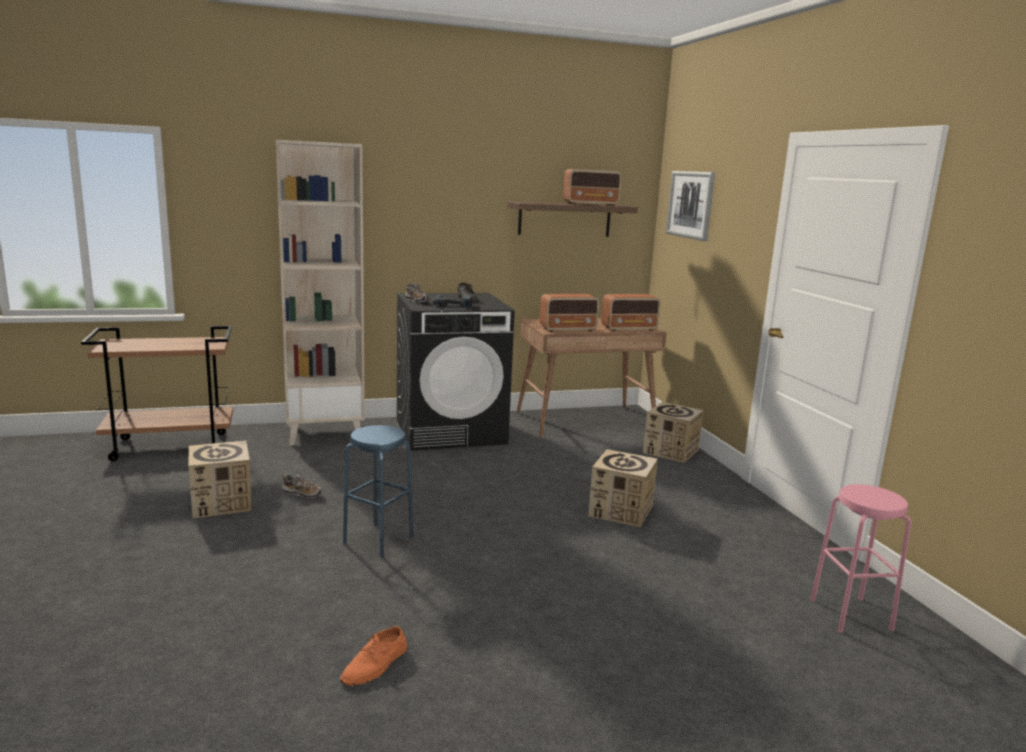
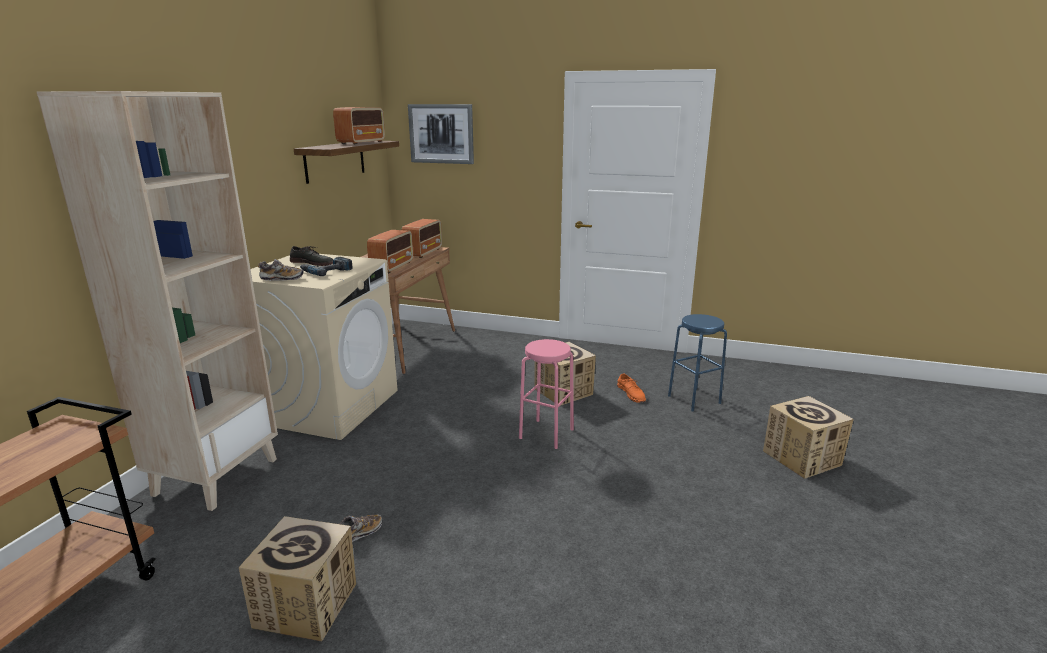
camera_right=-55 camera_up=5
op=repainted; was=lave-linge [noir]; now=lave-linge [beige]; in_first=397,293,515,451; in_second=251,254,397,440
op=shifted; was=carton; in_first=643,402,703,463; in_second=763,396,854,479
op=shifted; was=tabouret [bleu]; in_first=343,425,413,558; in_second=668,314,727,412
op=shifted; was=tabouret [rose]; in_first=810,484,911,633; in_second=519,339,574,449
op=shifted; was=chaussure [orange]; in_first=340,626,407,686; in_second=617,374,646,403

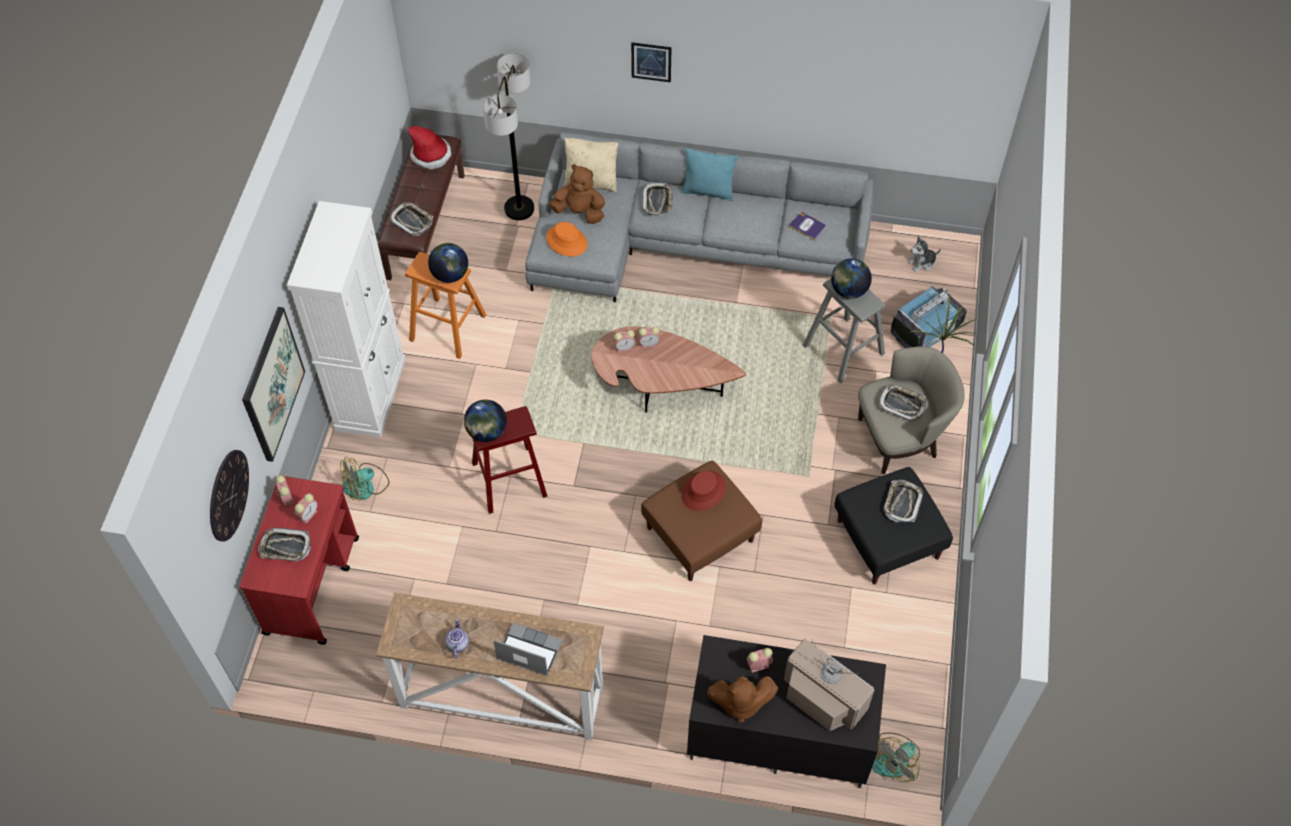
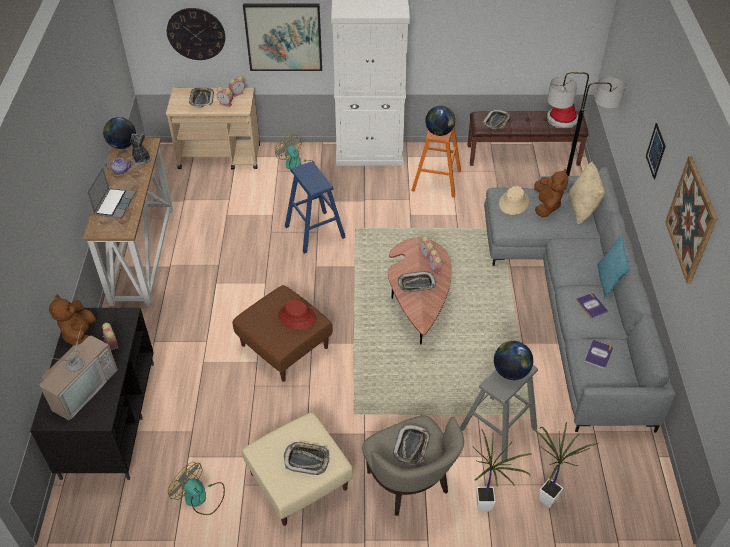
camera_right=80 camera_up=-10
op=shifted; was=plateau; in_first=642,182,673,216; in_second=398,271,437,293
op=repainted; was=chapeau [orange]; now=chapeau [beige]; in_first=546,222,587,257; in_second=499,186,529,215
op=shifted; was=peluche; in_first=908,236,941,272; in_second=130,133,152,166
op=swapped; was=téléviseur; now=plante en pot; in_first=891,286,967,348; in_second=533,422,599,508
op=shifted; was=globe; in_first=464,400,507,442; in_second=103,117,136,149
op=repainted; was=tabouret [rouge]; now=tabouret [bleu]; in_first=472,406,548,514; in_second=285,162,346,254
op=repainted; was=pouf [noir]; now=pouf [beige]; in_first=835,467,953,584; in_second=242,413,353,526
op=repainted; was=chariot [rouge]; now=chariot [beige]; in_first=239,476,359,645; in_second=166,88,260,170
op=shifted; was=ventilateur; in_first=872,732,920,782; in_second=168,462,225,515
op=new; now=tableau; in_second=665,156,717,284
op=new; now=livre; in_second=575,293,608,319

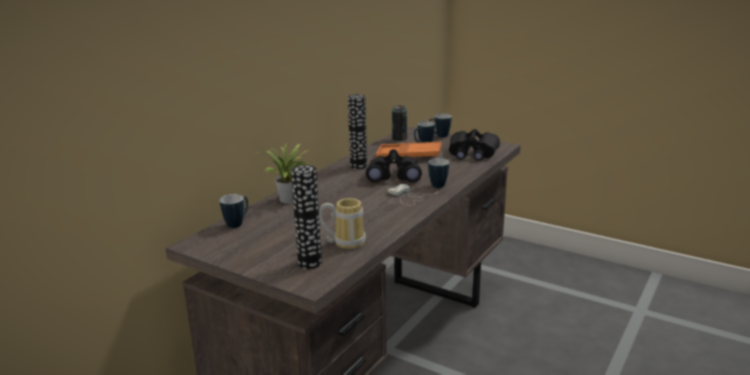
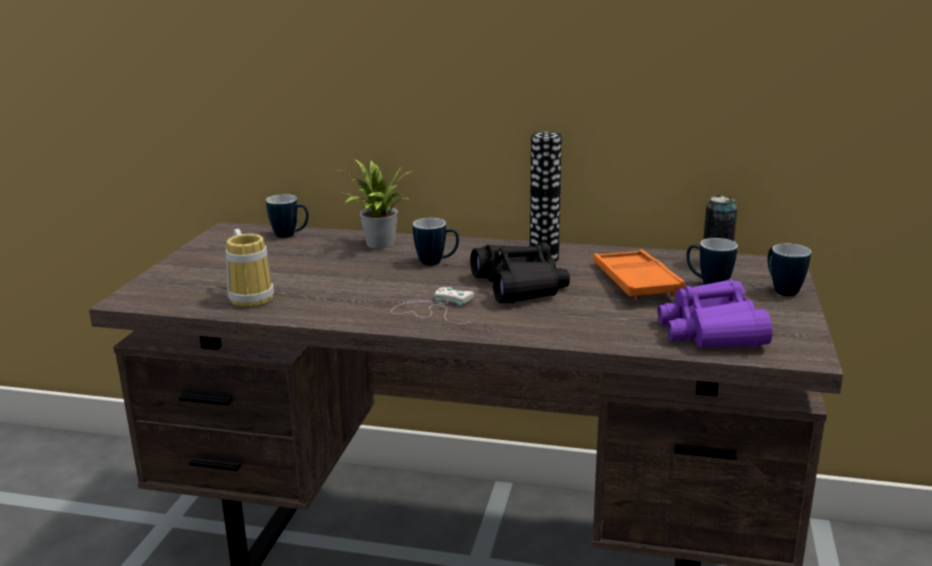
camera_right=70 camera_up=0
op=repainted; was=jumelles [noir]; now=jumelles [violet]; in_first=449,129,500,161; in_second=657,279,773,348
op=shifted; was=mug; in_first=428,158,449,188; in_second=413,218,459,265
op=gone; was=vase; in_first=291,165,322,269

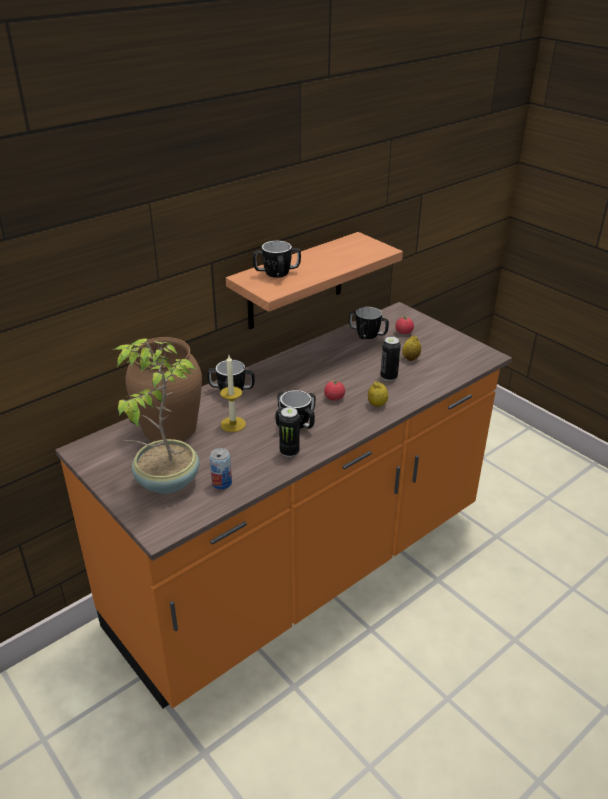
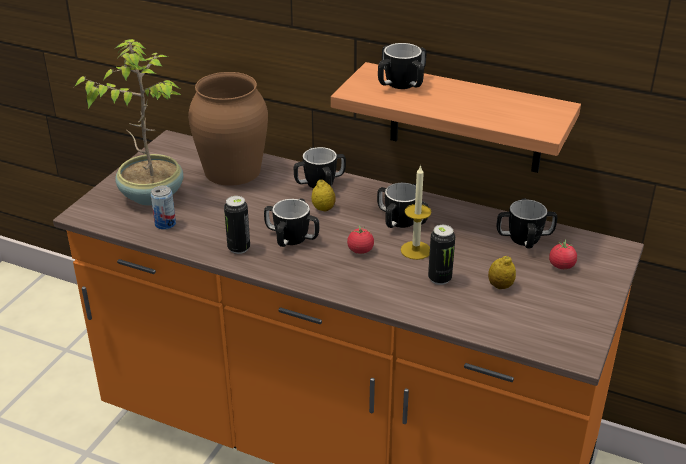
camera_right=65 camera_up=0
op=shifted; was=bougie; in_first=220,355,246,432; in_second=401,165,432,260
op=shifted; was=citron; in_first=368,381,388,406; in_second=312,180,336,211
op=new; now=mug; in_second=377,183,429,228

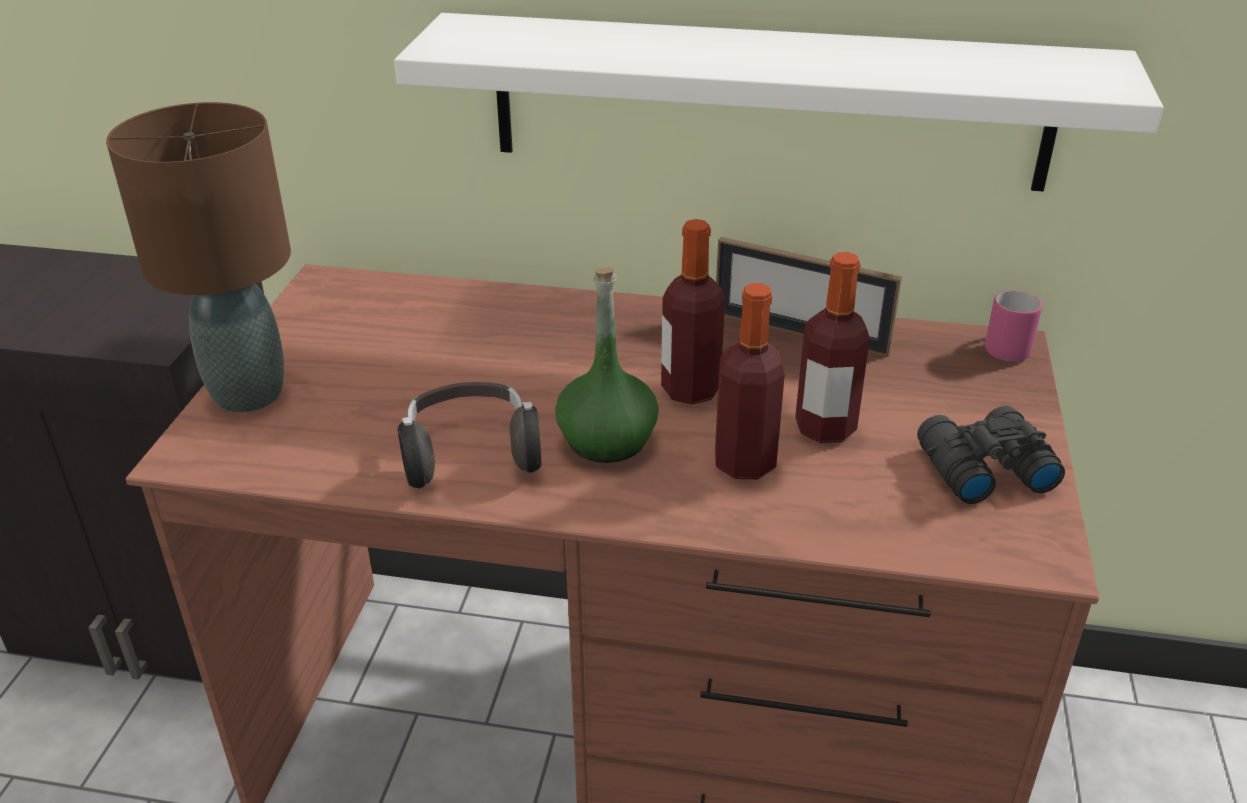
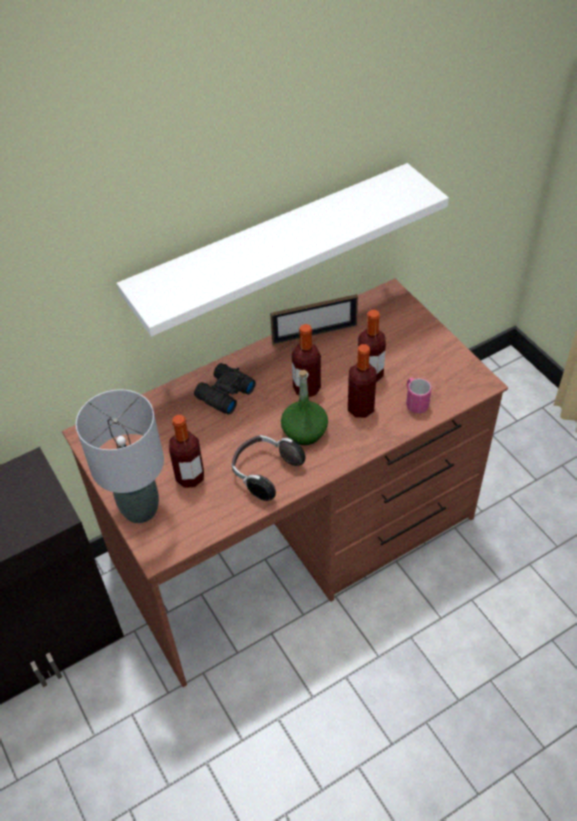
camera_right=-40 camera_up=15
op=repainted; was=lampe de table [marron]; now=lampe de table [gris]; in_first=106,102,291,412; in_second=76,389,164,523
op=shifted; was=mug [rose]; in_first=985,290,1042,362; in_second=406,378,431,413
op=shifted; was=jumelles [noir]; in_first=917,406,1065,504; in_second=194,363,256,415
op=new; now=bouteille; in_second=169,415,204,488

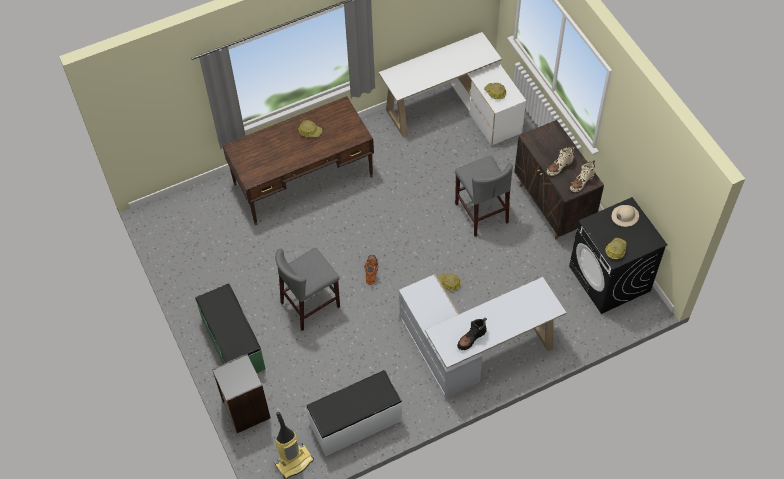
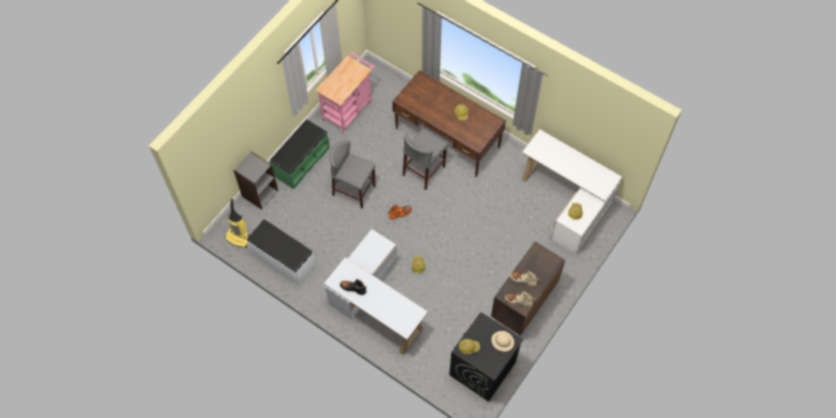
camera_right=60 camera_up=5
op=shifted; was=tabouret [gris]; in_first=455,155,513,237; in_second=403,128,448,190
op=new; now=chariot [rose]; in_second=316,53,375,134

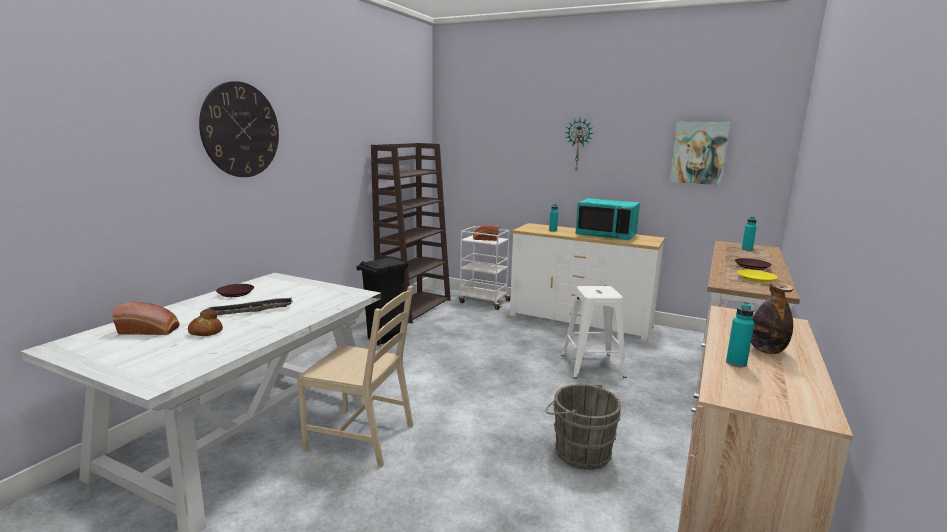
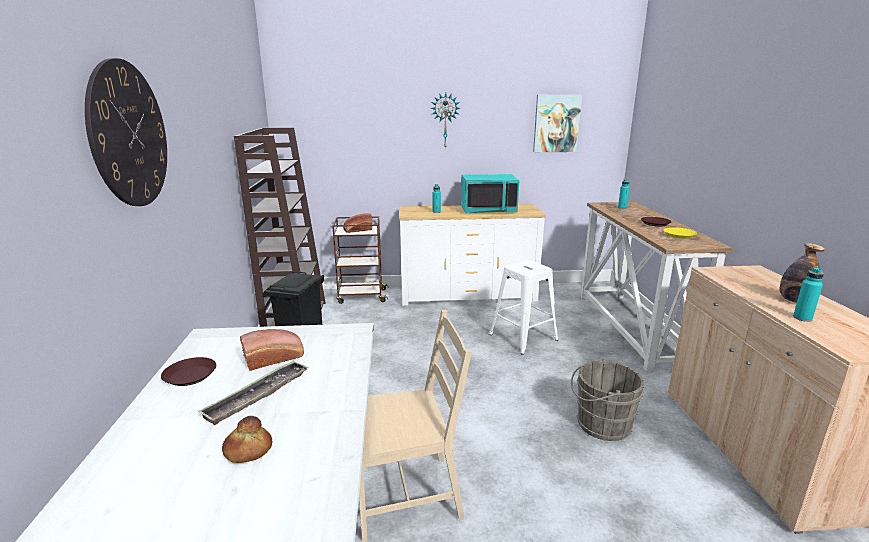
camera_right=-30 camera_up=5
op=repainted; was=chariot [blanc]; now=chariot [marron]; in_first=459,226,510,310; in_second=332,216,388,304
op=shifted; was=pain; in_first=112,302,179,335; in_second=240,329,304,371

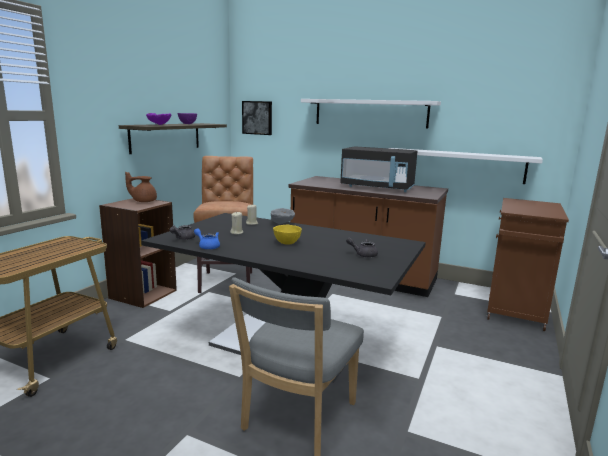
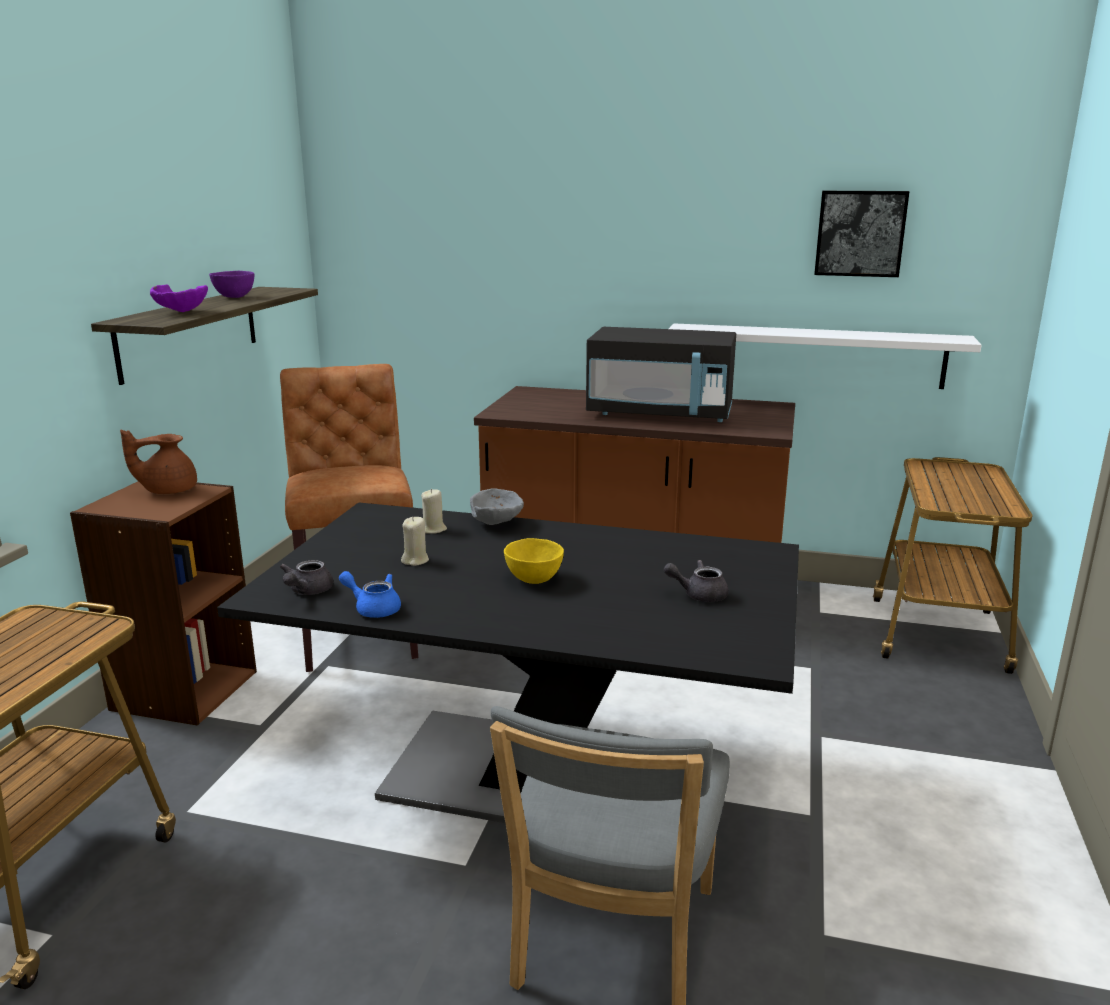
camera_right=-10 camera_up=5
op=gone; was=étagère [blanc]; in_first=301,99,441,128
op=shifted; was=tableau; in_first=242,101,272,135; in_second=814,191,910,277
op=swapped; was=meuble de rangement [marron]; now=chariot; in_first=487,198,569,331; in_second=873,457,1033,674

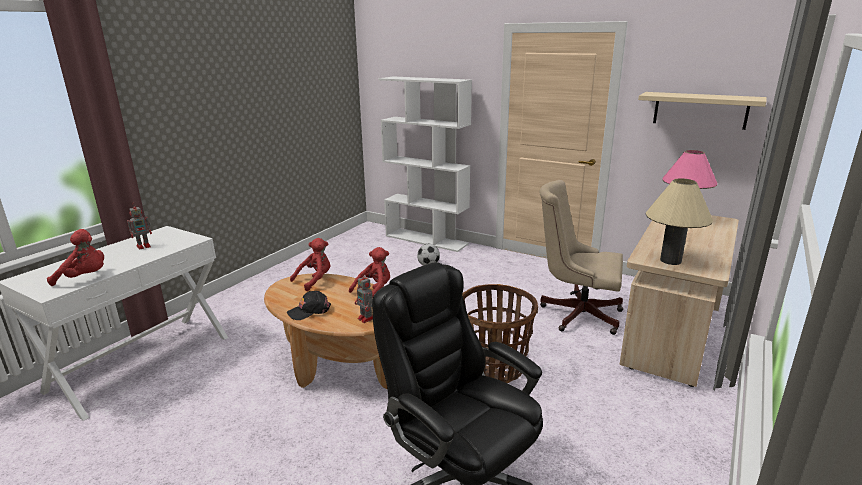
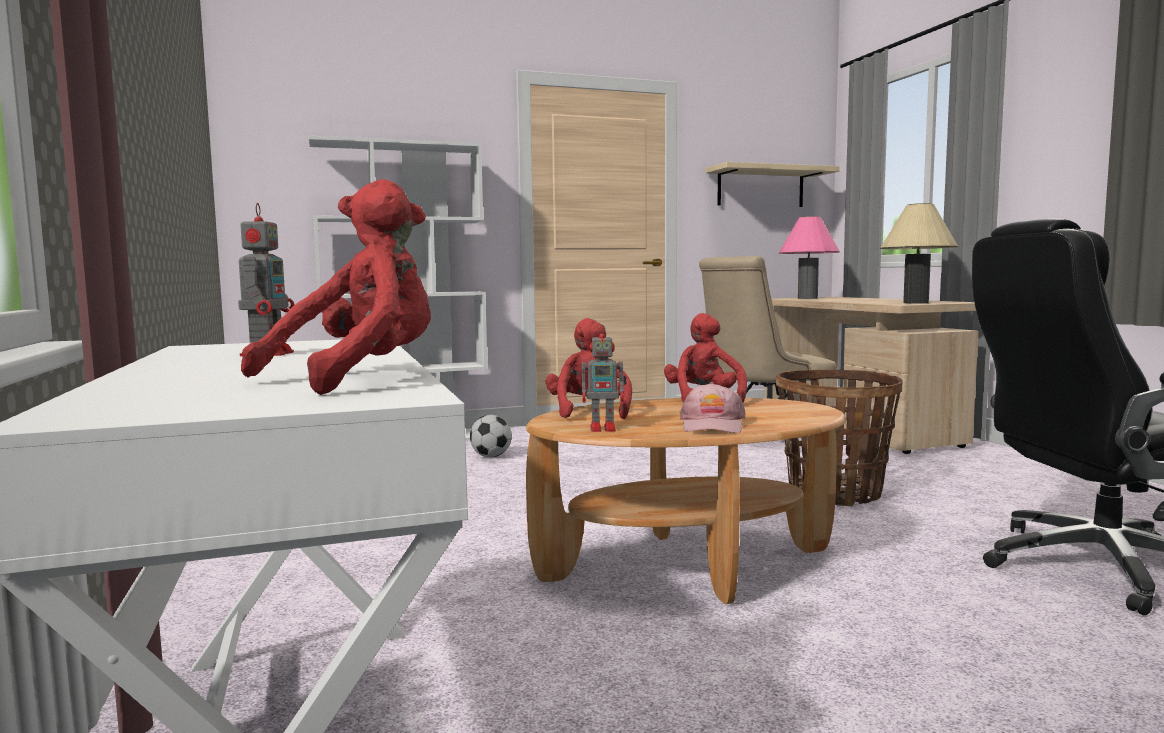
camera_right=-50 camera_up=-15
op=shifted; was=robot jouet; in_first=355,275,373,323; in_second=582,325,627,432
op=repainted; was=casquette [noir]; now=casquette [rose]; in_first=287,291,331,320; in_second=680,382,746,433

